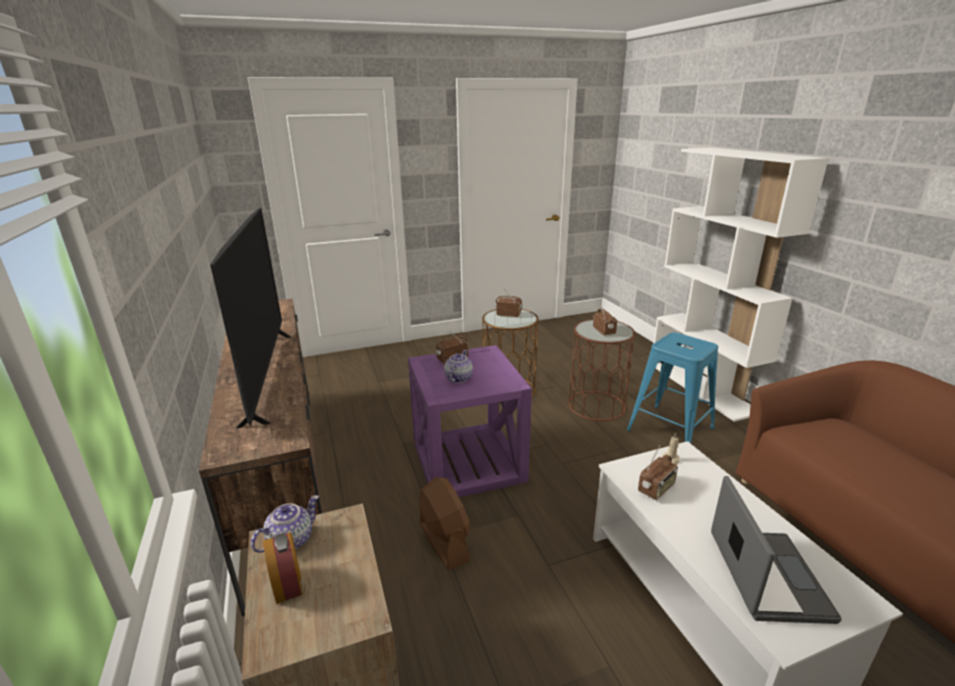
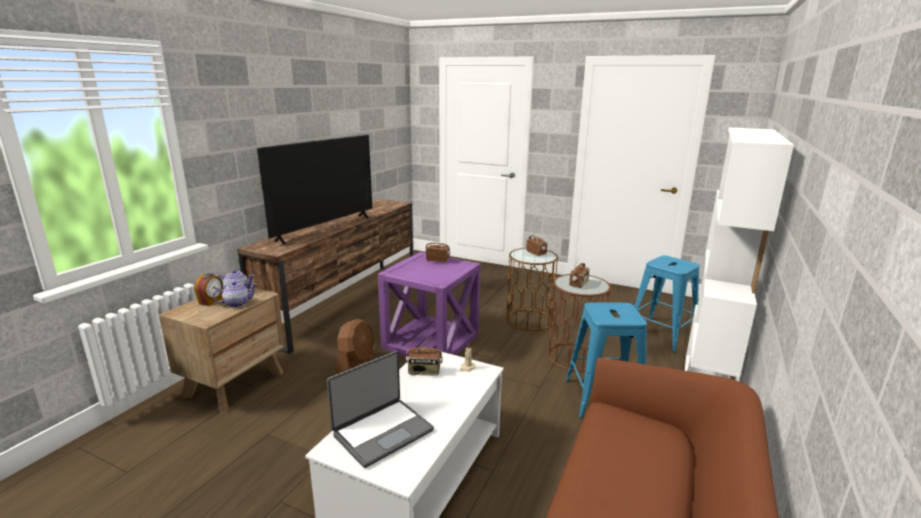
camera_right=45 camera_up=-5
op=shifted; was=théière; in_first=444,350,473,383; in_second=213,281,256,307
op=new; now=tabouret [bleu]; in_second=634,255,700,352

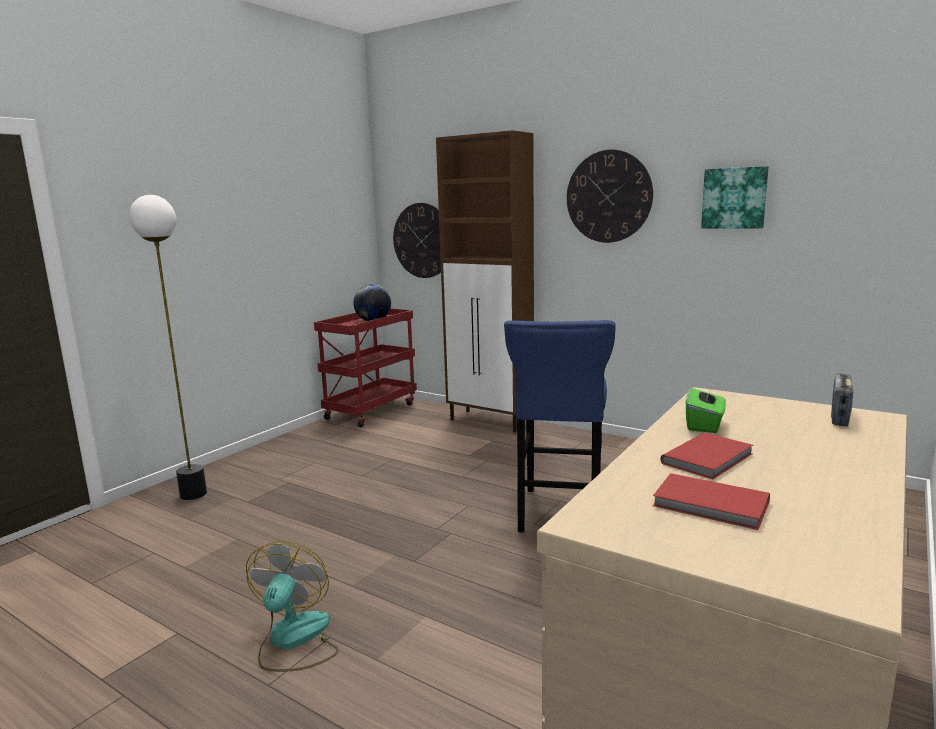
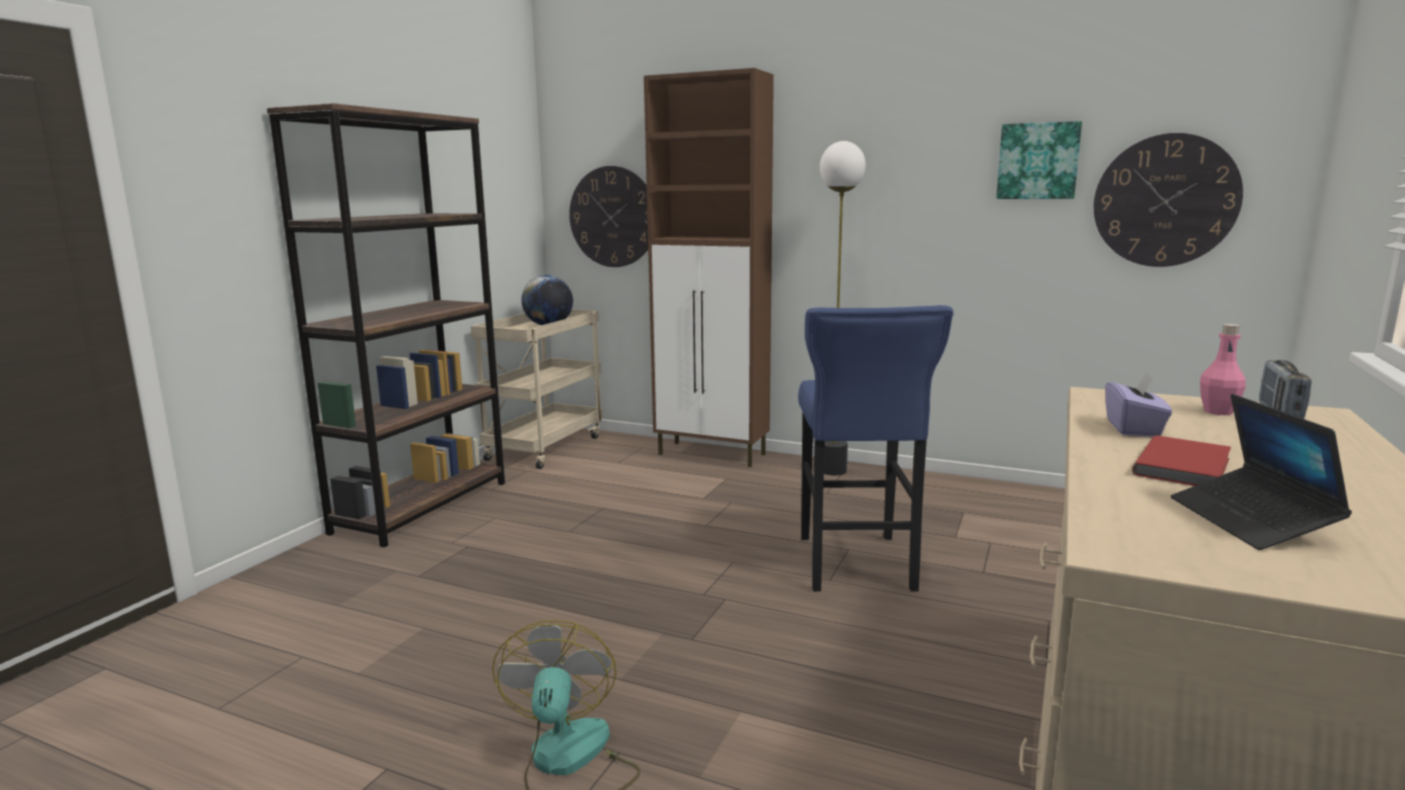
camera_right=-10 camera_up=0
op=shifted; was=horloge murale; in_first=567,150,653,243; in_second=1094,133,1243,267
op=shifted; was=lampadaire; in_first=129,195,207,500; in_second=820,141,866,475
op=repainted; was=chariot [rouge]; now=chariot [beige]; in_first=314,308,417,427; in_second=471,309,603,469
op=repainted; was=boîte à mouchoirs [vert]; now=boîte à mouchoirs [violet]; in_first=686,383,726,433; in_second=1106,373,1172,437
op=swapped; was=livre [rouge]; now=ordinateur portable; in_first=653,473,770,530; in_second=1171,394,1352,550
op=new; now=bibliothèque [marron]; in_second=267,103,505,548
op=new; now=bouteille [rose]; in_second=1200,324,1246,415

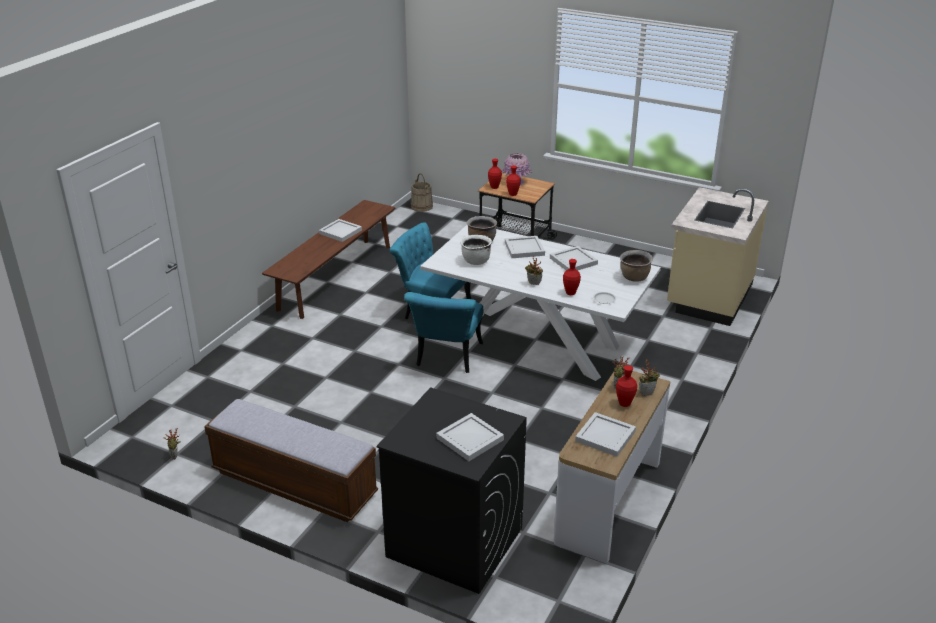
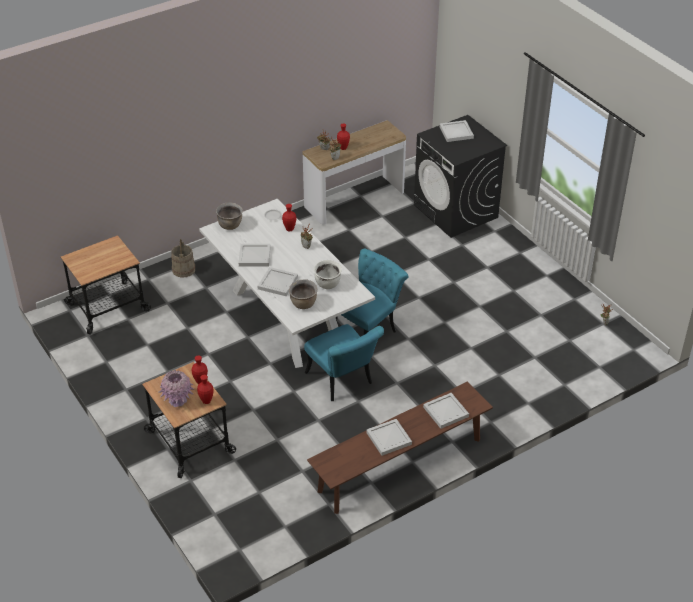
camera_right=-150 camera_up=10
op=shifted; was=seau [beige]; in_first=411,173,433,212; in_second=171,239,195,278
op=swapped; was=comptoir de cuisine [beige]; now=chariot; in_first=667,187,769,326; in_second=60,235,151,335
op=gone; was=banc; in_first=204,399,378,522
op=shifted; was=plateau [blanc]; in_first=575,412,636,457; in_second=423,393,469,429

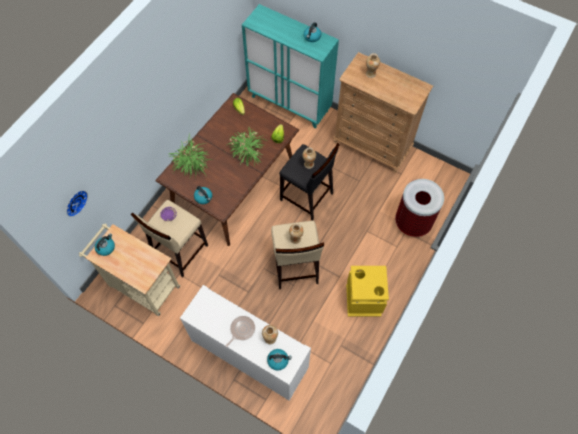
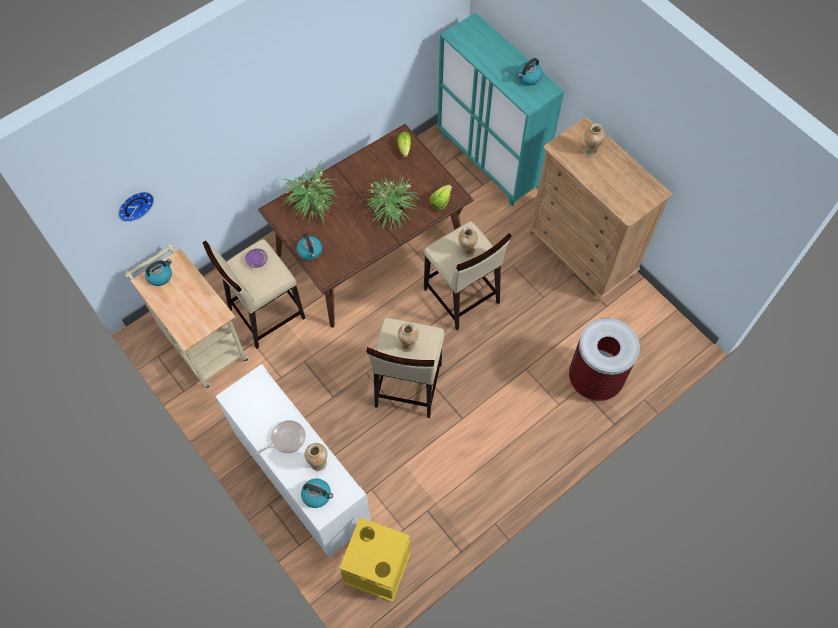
camera_right=20 camera_up=0
op=repainted; was=tabouret [noir]; now=tabouret [beige]; in_first=279,143,340,221; in_second=424,221,511,330
op=shifted; was=poubelle [jaune]; in_first=346,266,389,317; in_second=339,517,410,602

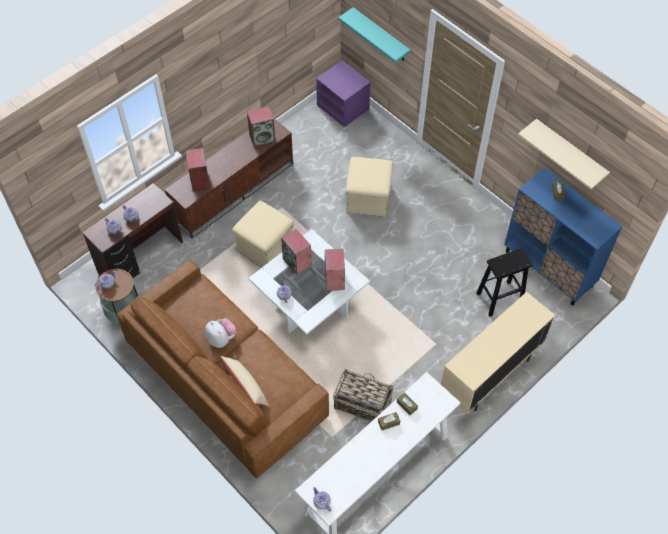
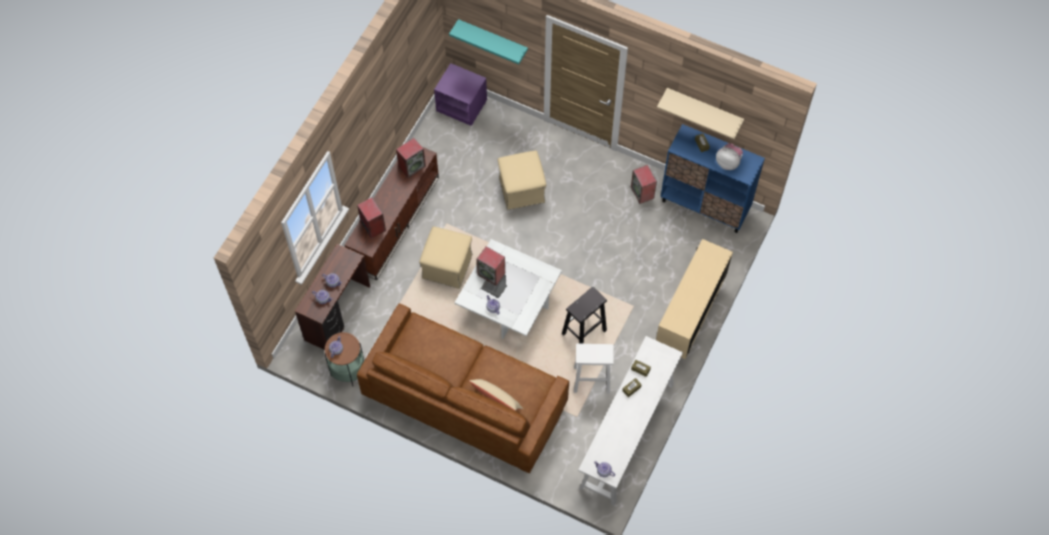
camera_right=-20 camera_up=5
op=shifted; was=tabouret [noir]; in_first=476,248,532,317; in_second=562,287,607,344
op=shifted; was=enceinte; in_first=325,249,345,291; in_second=631,165,657,204
op=shifted; was=peluche; in_first=205,318,237,348; in_second=716,143,743,170
op=swapped; was=panier; now=tabouret [blanc]; in_first=333,369,394,421; in_second=574,343,614,394

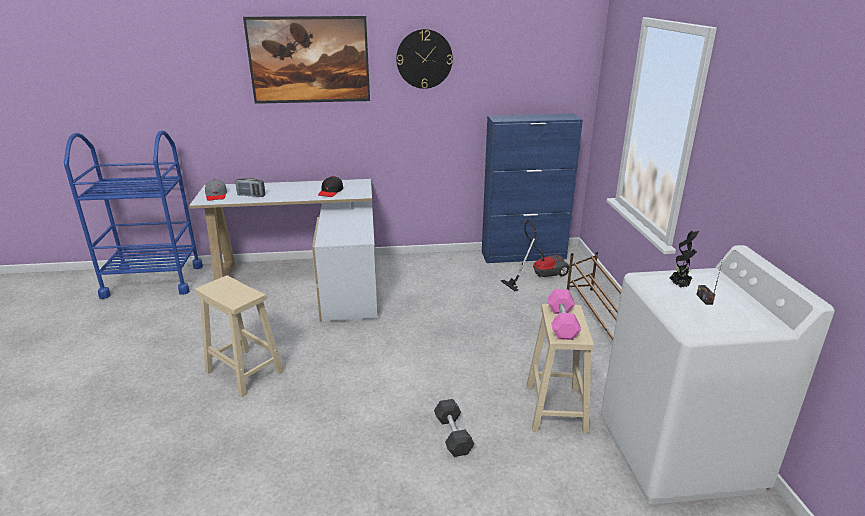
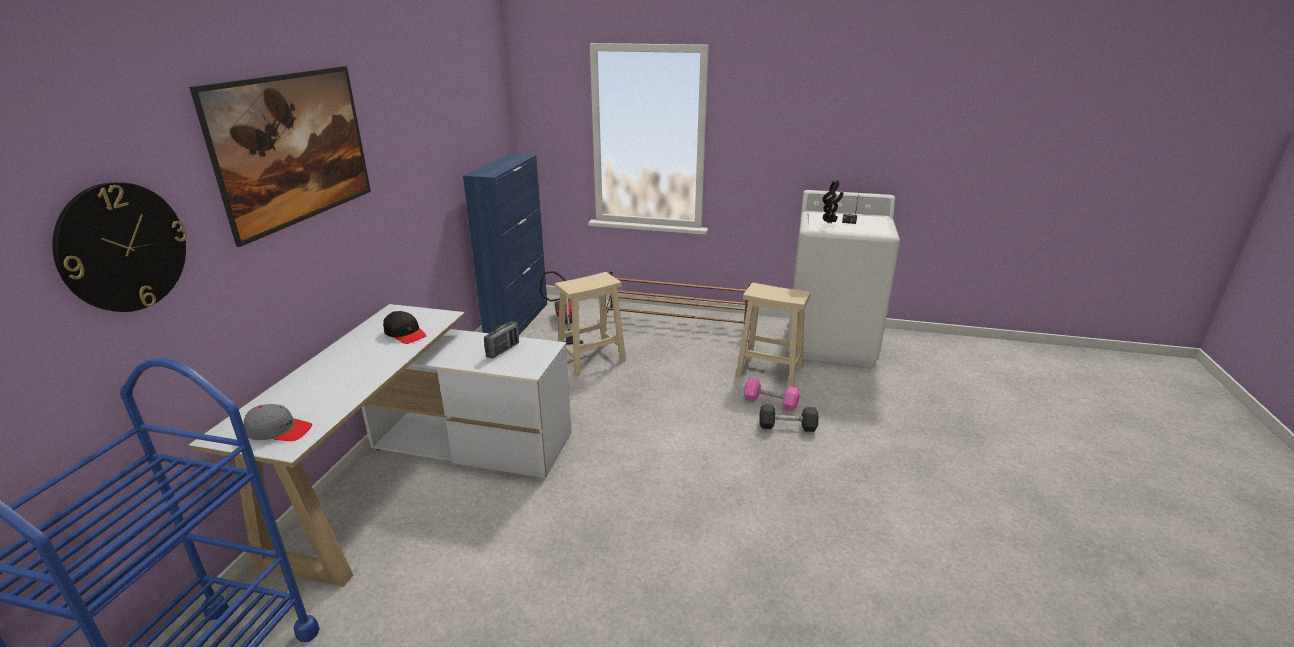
camera_right=-70 camera_up=0
op=shifted; was=horloge murale; in_first=396,29,453,89; in_second=52,182,187,312
op=shifted; was=radio; in_first=235,178,265,197; in_second=484,322,519,359
op=shifted; was=tabouret [beige]; in_first=195,275,284,397; in_second=555,272,626,376
op=shifted; was=haltère [rose]; in_first=547,289,581,340; in_second=744,378,800,411

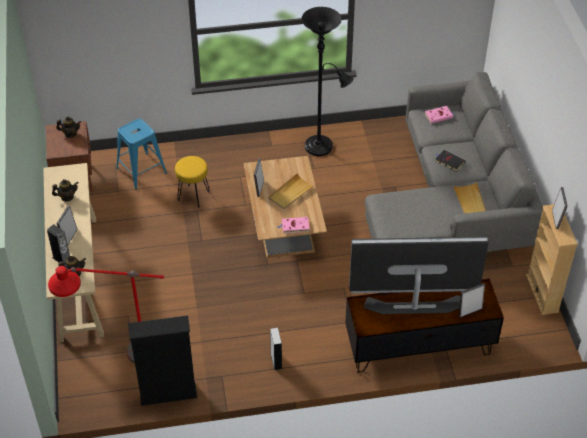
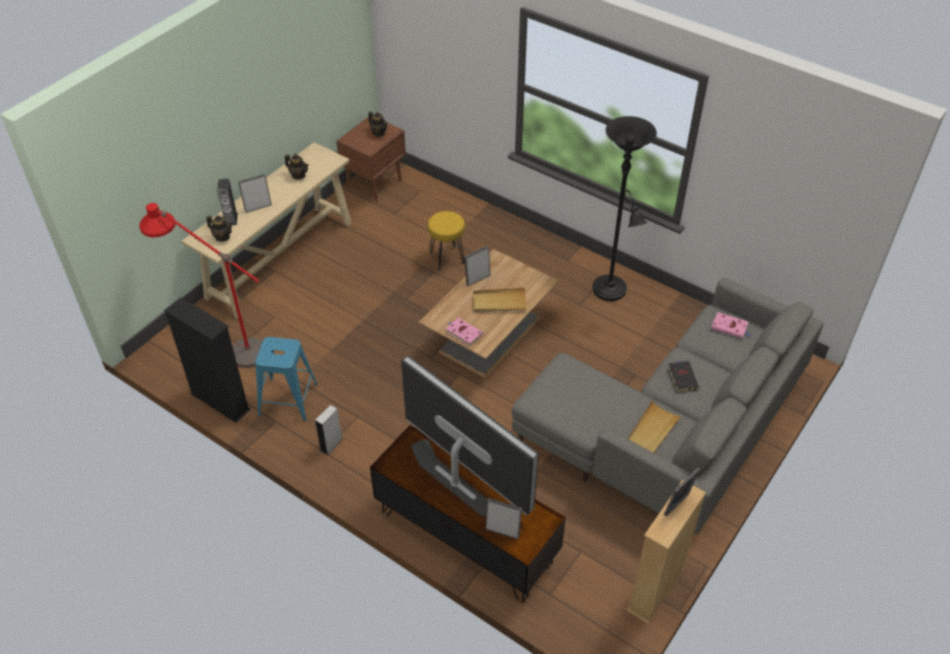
camera_right=45 camera_up=0
op=shifted; was=tabouret [bleu]; in_first=116,118,167,189; in_second=255,337,317,421

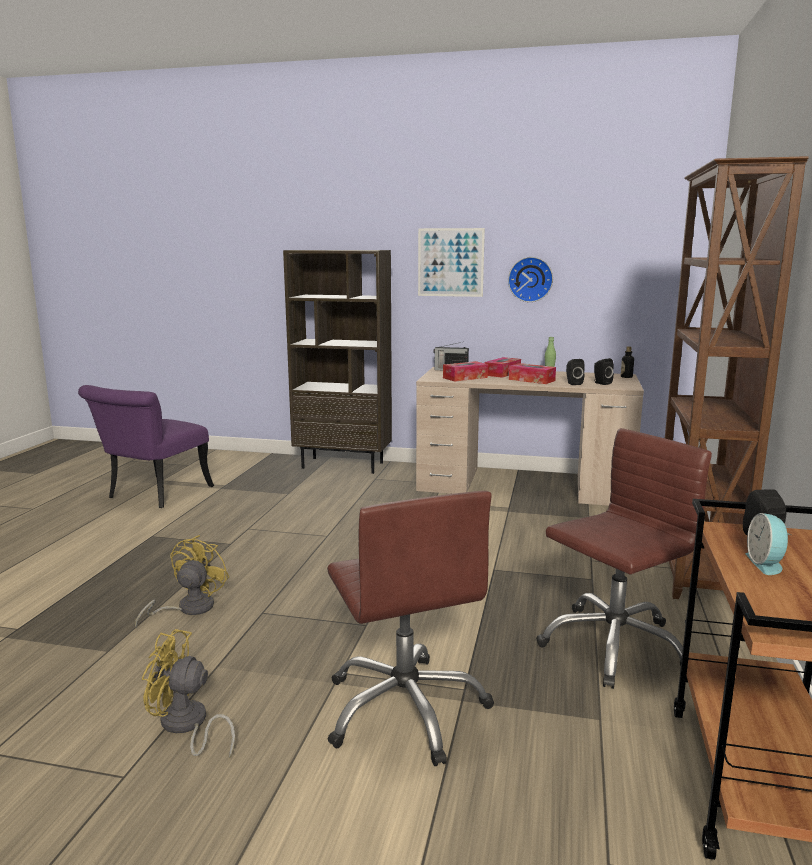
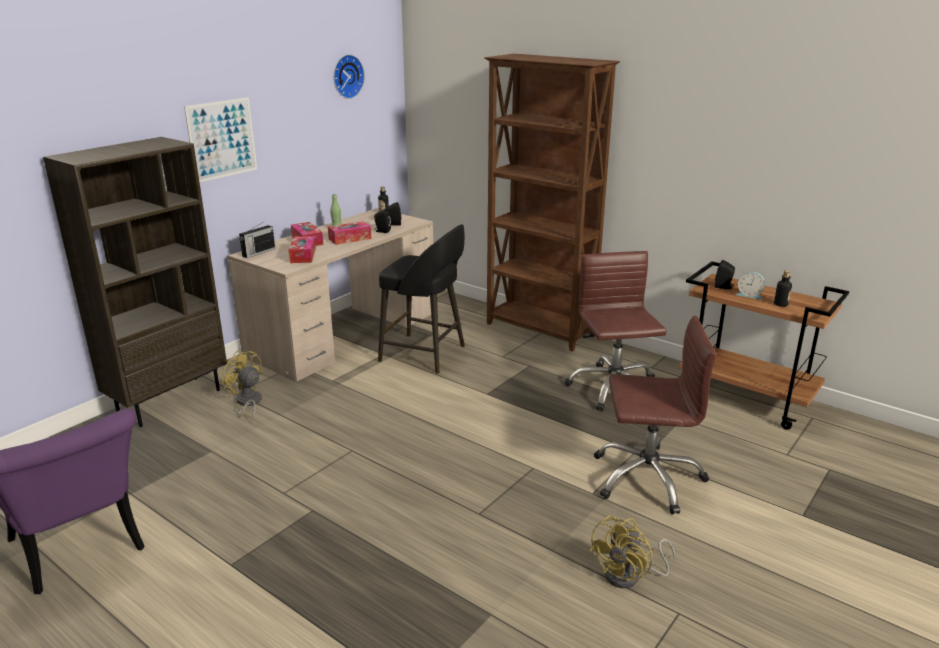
camera_right=-65 camera_up=10
op=shifted; was=horloge murale; in_first=508,257,553,302; in_second=333,54,365,99
op=shifted; was=ventilateur [jaune]; in_first=135,535,229,629; in_second=221,350,263,423
op=new; now=tabouret [noir]; in_second=378,224,465,374
op=new; now=bouteille; in_second=774,271,792,307

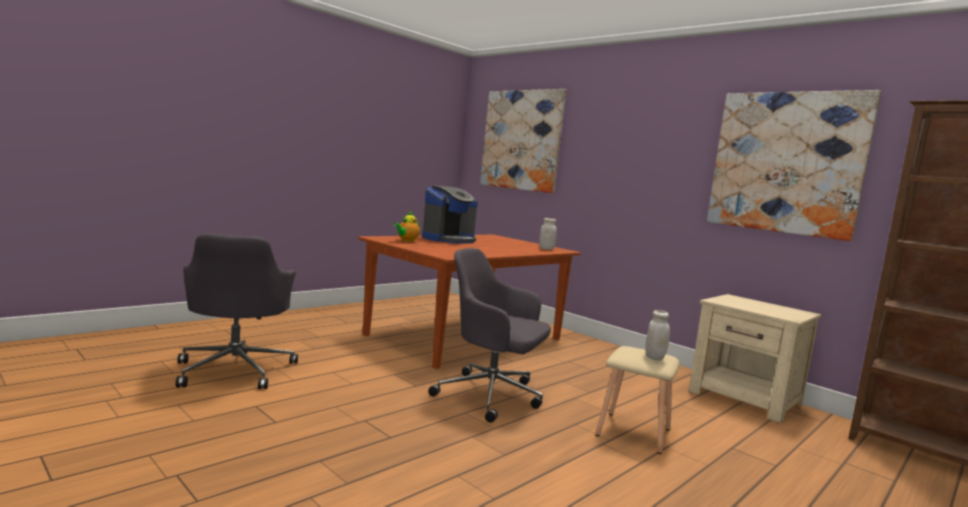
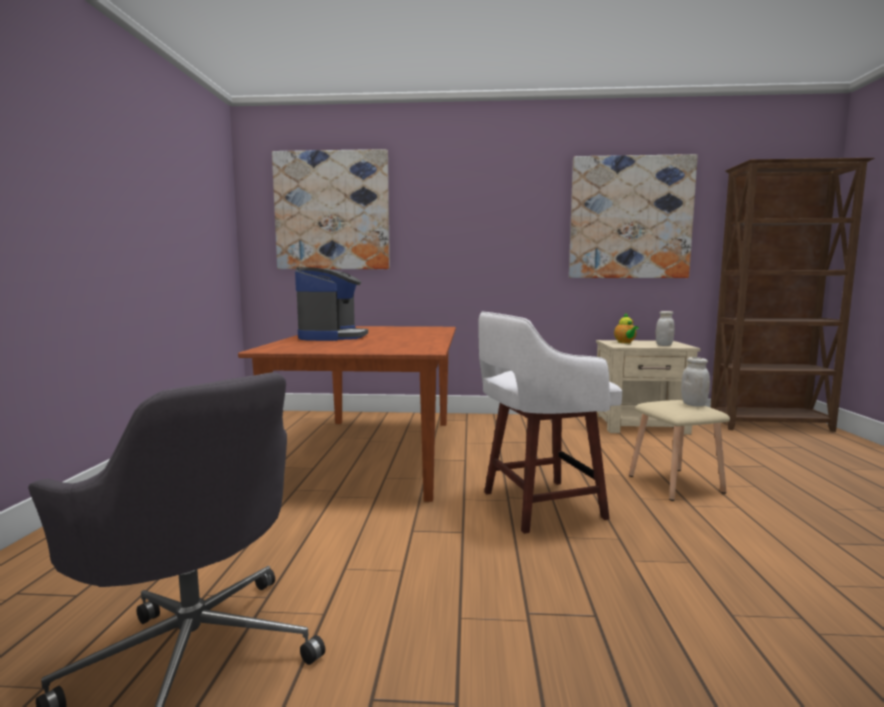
camera_right=-40 camera_up=0
op=shifted; was=théière; in_first=393,211,420,242; in_second=614,312,639,343
op=shifted; was=bocal [blanc]; in_first=539,218,557,250; in_second=656,311,675,346
op=swapped; was=chaise de bureau [gris]; now=tabouret [blanc]; in_first=428,248,551,423; in_second=478,311,622,534

